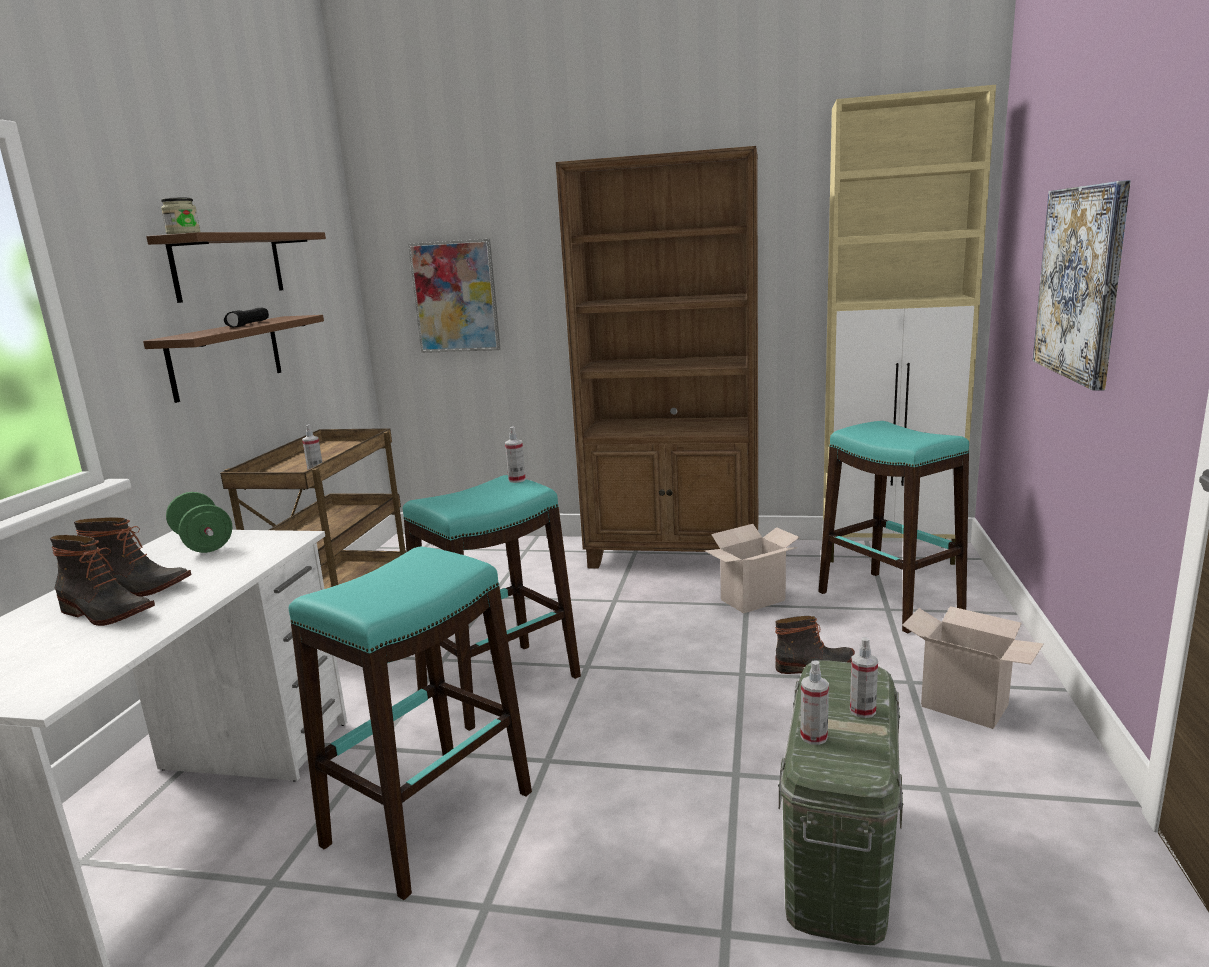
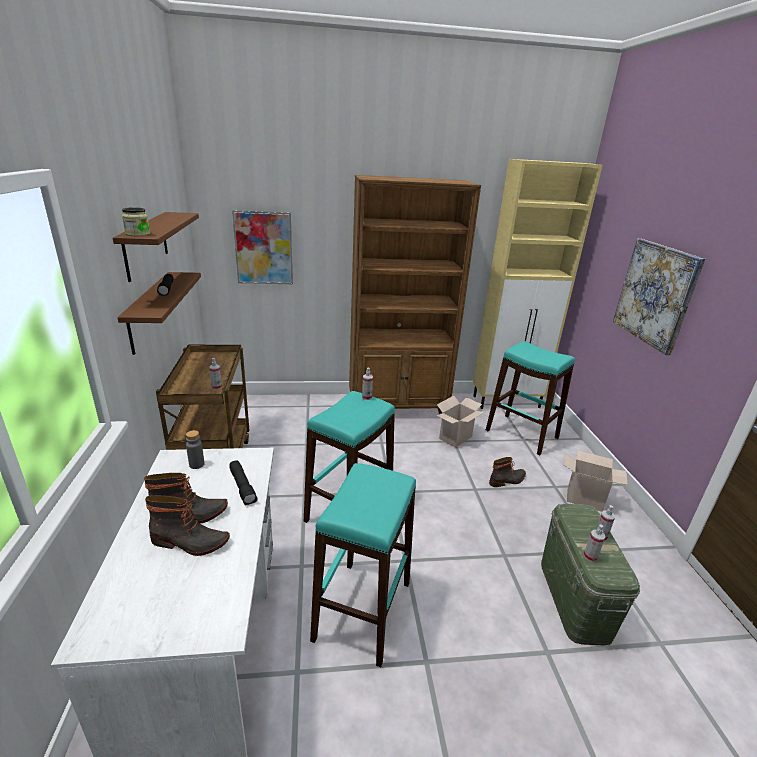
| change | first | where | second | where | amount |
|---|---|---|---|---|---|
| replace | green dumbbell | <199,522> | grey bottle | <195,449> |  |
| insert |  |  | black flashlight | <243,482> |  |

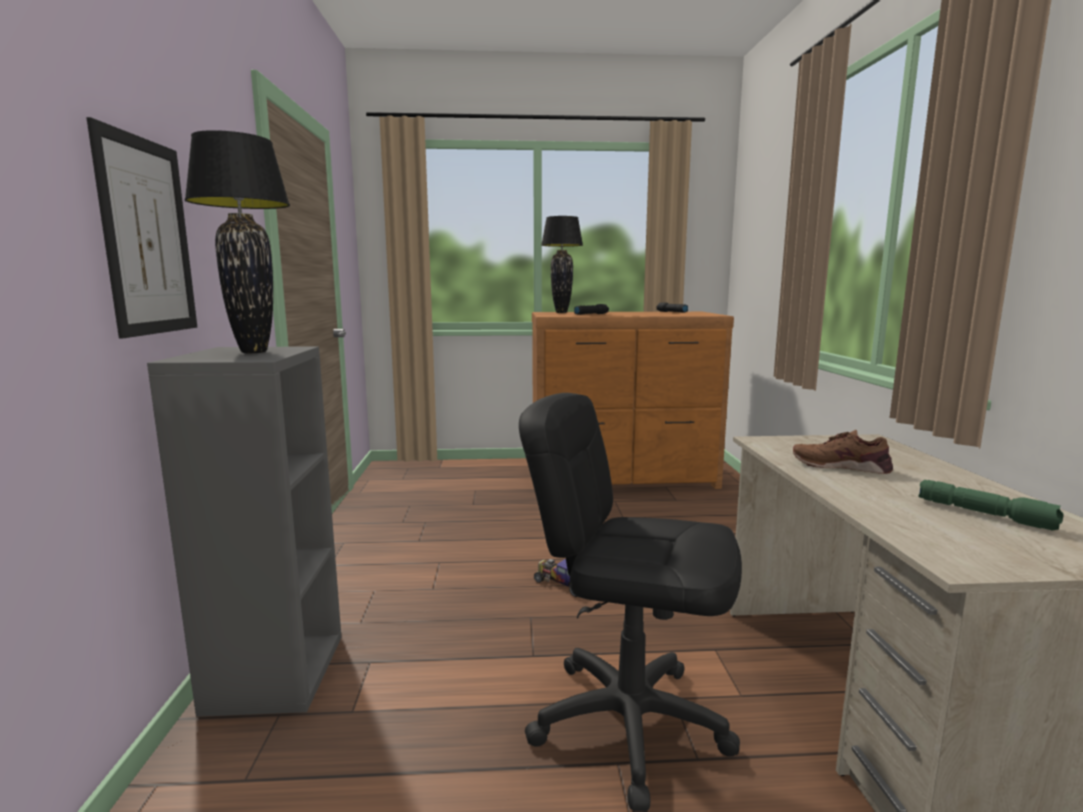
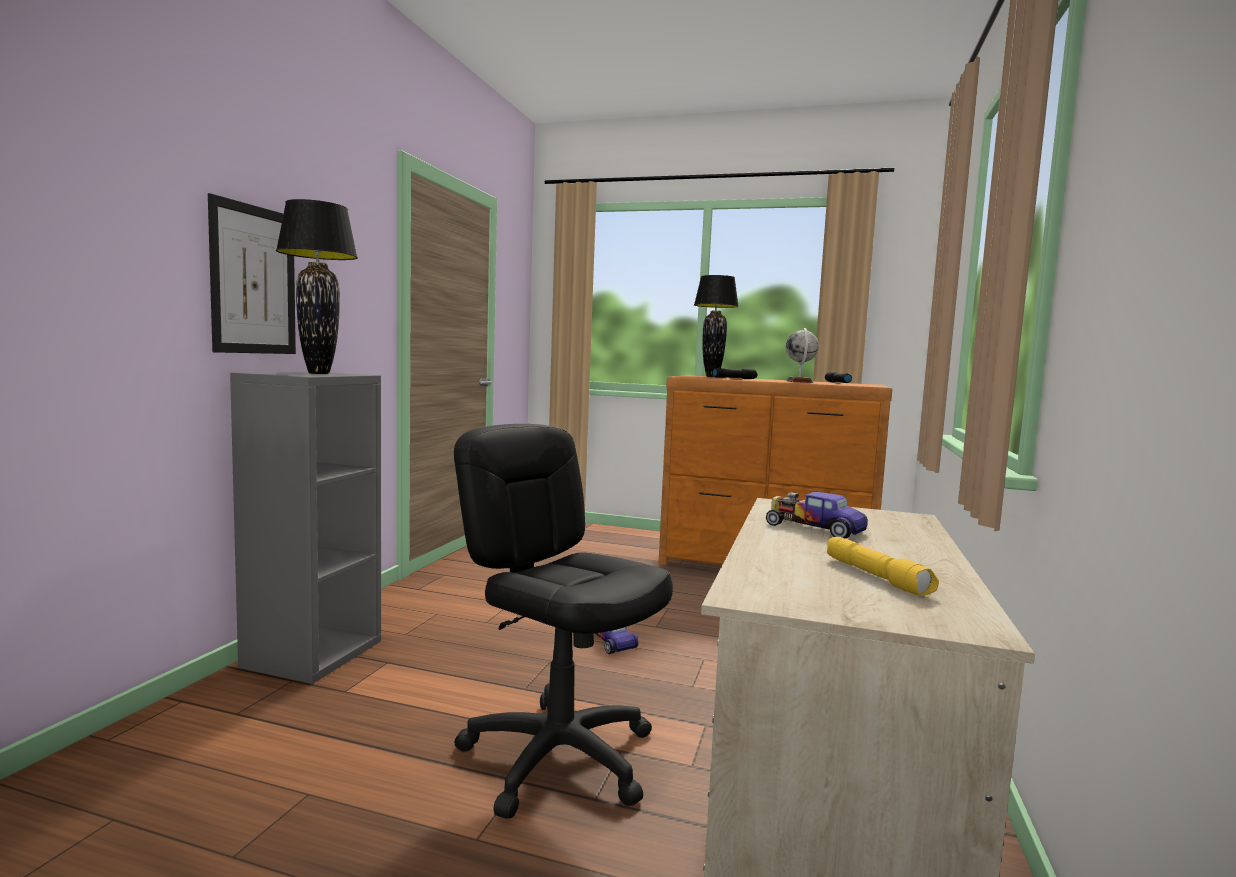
| change | first | where | second | where | amount |
|---|---|---|---|---|---|
| replace | brown shoe | <843,452> | toy car | <817,515> |  |
| recolor | green flashlight | <991,505> | yellow flashlight | <883,566> |  |
| insert |  |  | globe | <802,355> |  |

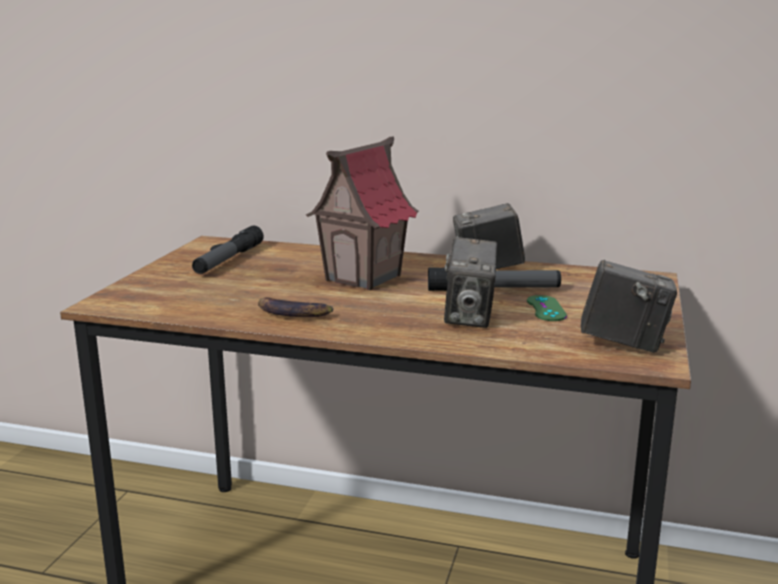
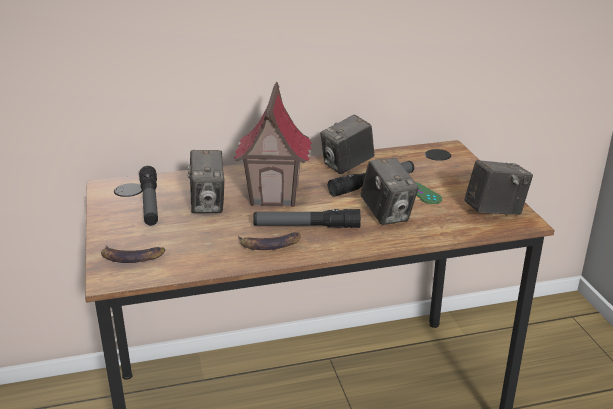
| change | first | where | second | where | amount |
|---|---|---|---|---|---|
| insert |  |  | banana | <133,254> |  |
| insert |  |  | photo camera | <205,181> |  |
| insert |  |  | flashlight | <307,218> |  |

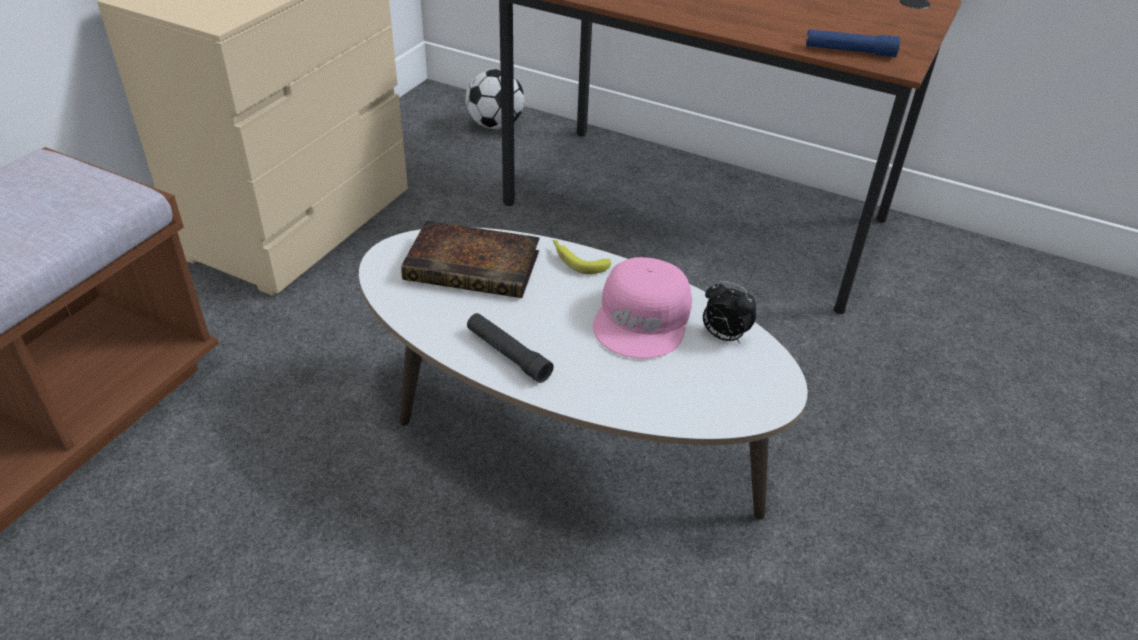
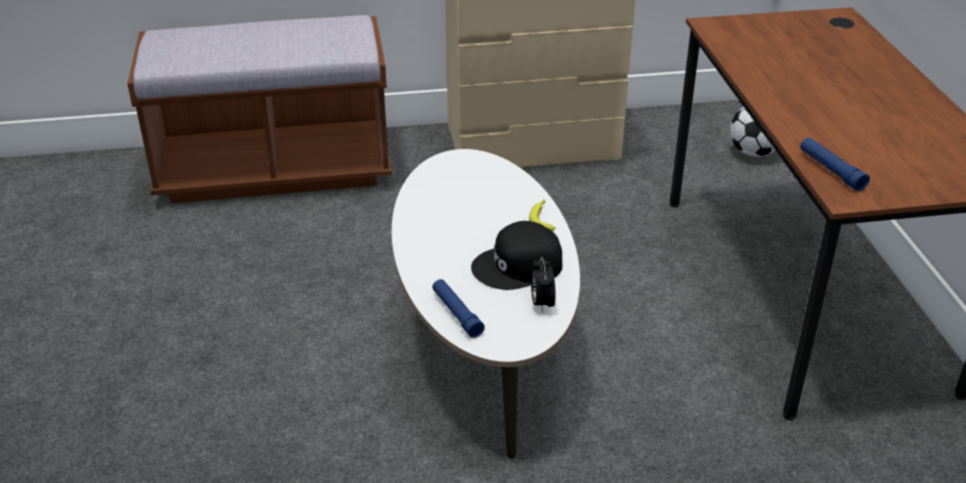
| change | first | where | second | where | amount |
|---|---|---|---|---|---|
| delete | book | <470,259> |  |  |  |
| delete | black flashlight | <510,348> |  |  |  |
| recolor | pink cap | <642,308> | black cap | <516,255> |  |
| insert |  |  | blue flashlight | <458,308> |  |

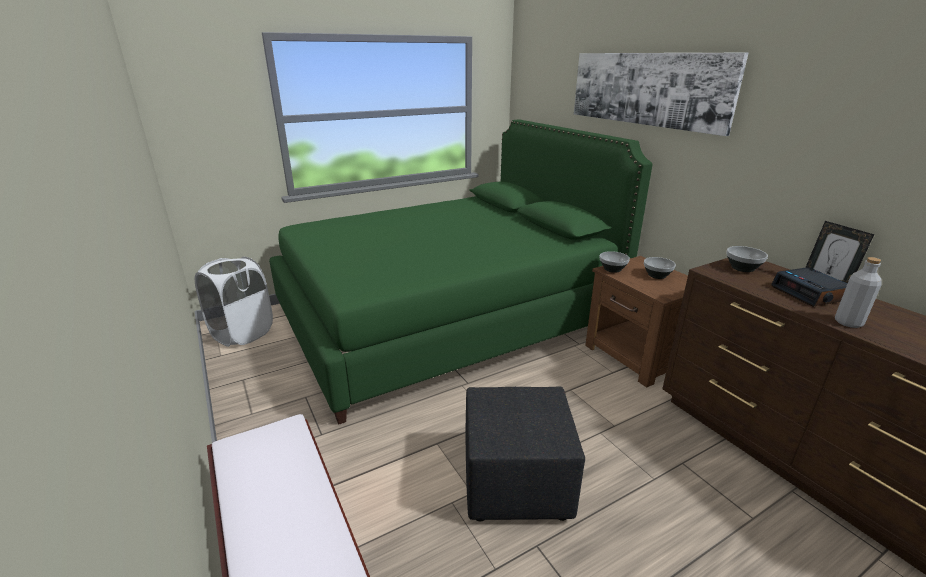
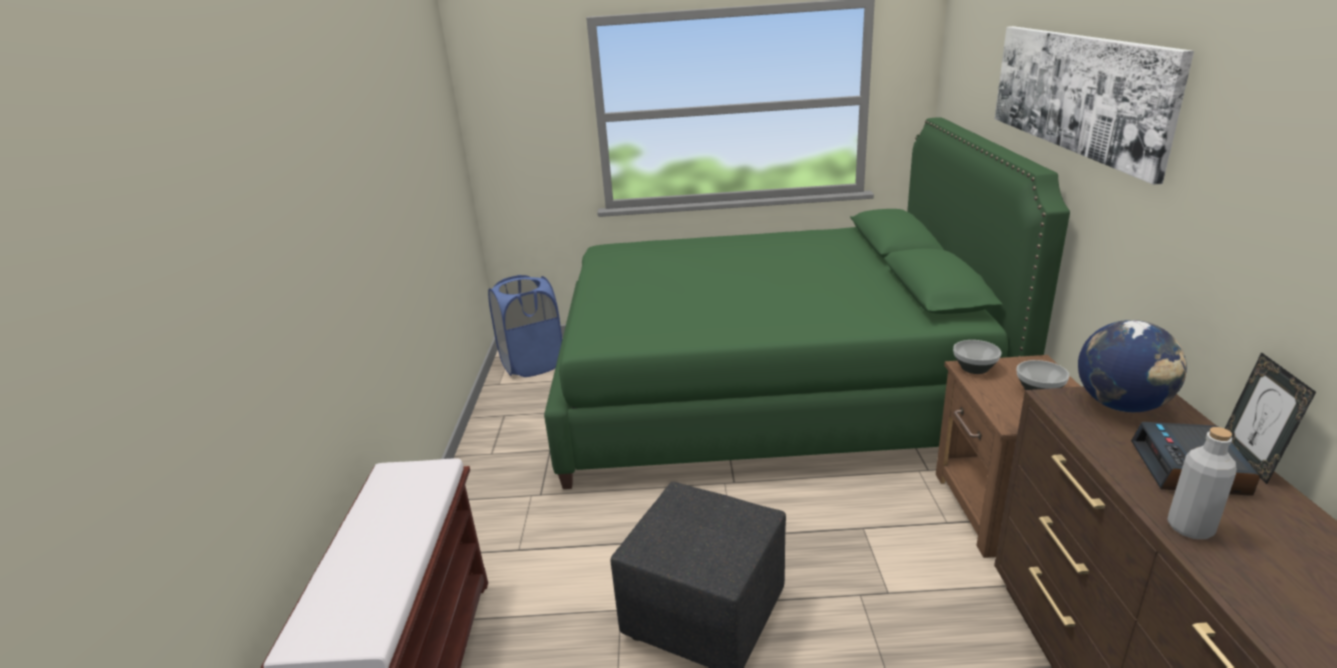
| change | first | where | second | where | amount |
|---|---|---|---|---|---|
| recolor | white laundry basket | <234,302> | blue laundry basket | <525,326> |  |
| replace | bowl | <747,259> | globe | <1132,366> |  |

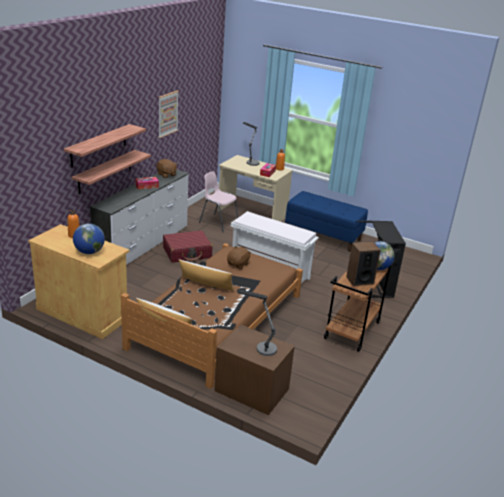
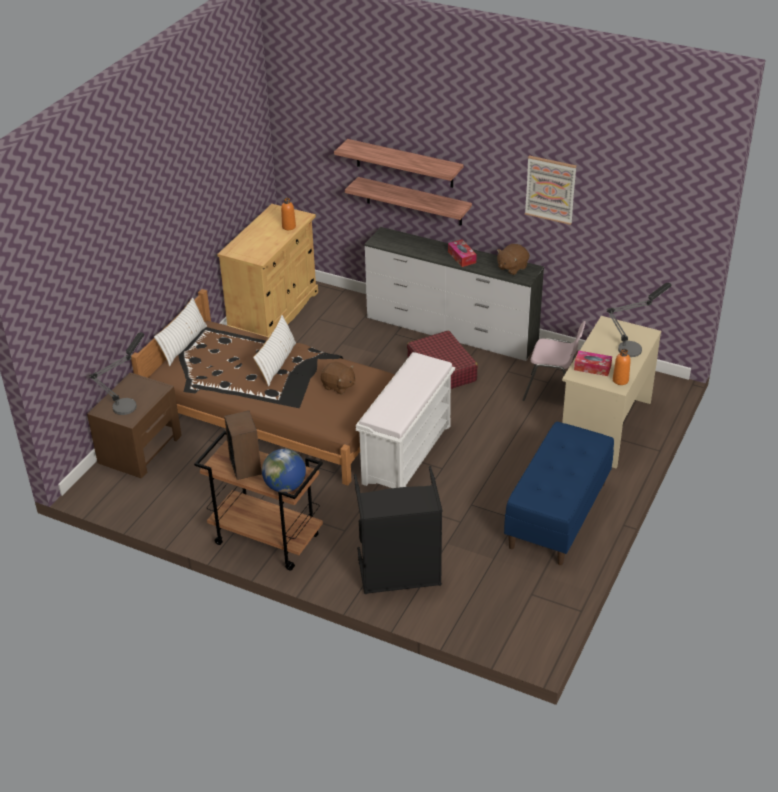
| change | first | where | second | where | amount |
|---|---|---|---|---|---|
| delete | globe | <89,238> |  |  |  |
| rotate | pink chair | <218,201> |  | <554,361> | 75 degrees clockwise |

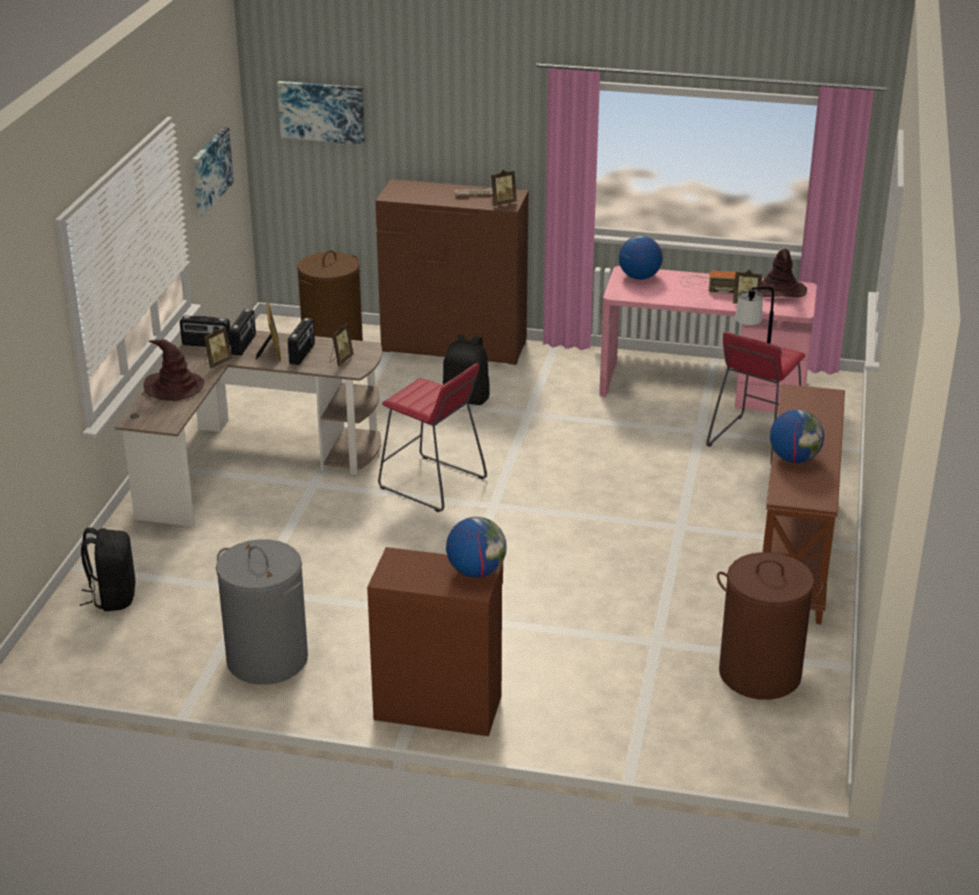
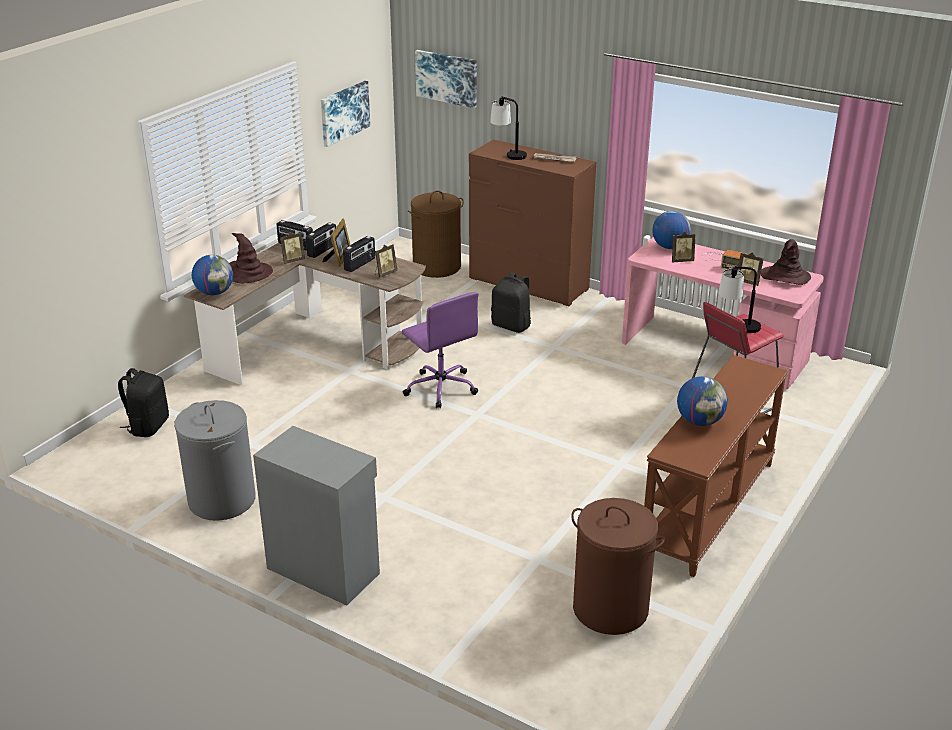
| change | first | where | second | where | amount |
|---|---|---|---|---|---|
| recolor | brown cabinet | <435,641> | grey cabinet | <316,515> |  |
| replace | red stool | <432,437> | purple office chair | <439,350> |  |
| move | globe | <476,547> |  | <212,275> |  |
| move | picture frame | <504,187> |  | <684,247> |  |
| insert |  |  | table lamp | <508,128> |  |

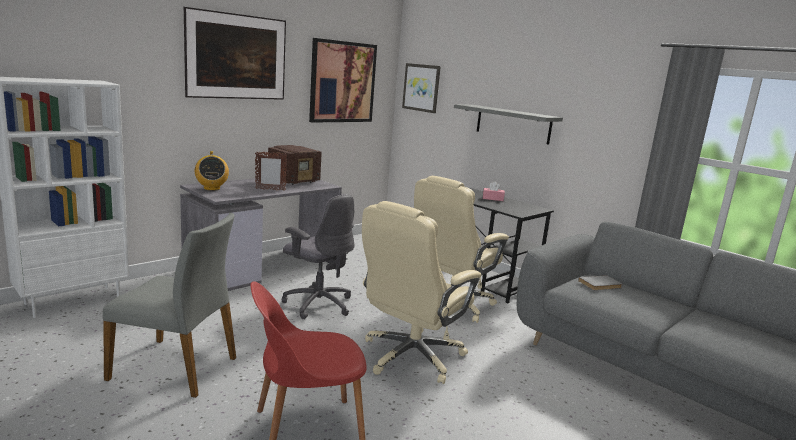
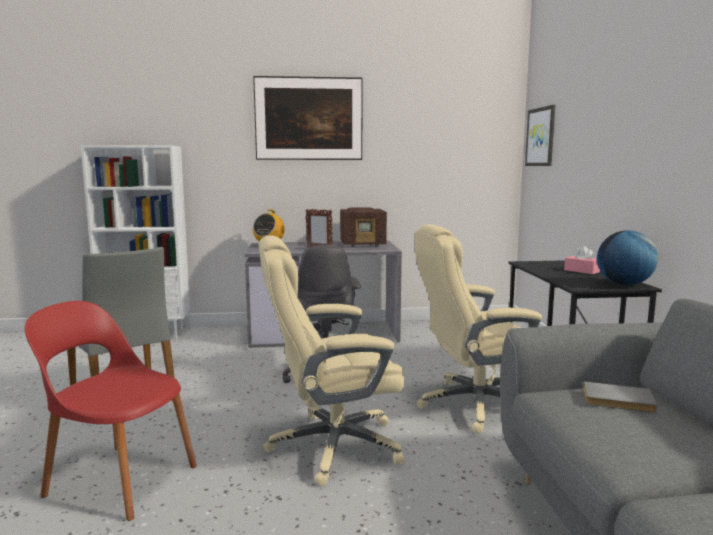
| change | first | where | second | where | amount |
|---|---|---|---|---|---|
| delete | picture | <343,80> |  |  |  |
| delete | grey shelf | <508,124> |  |  |  |
| insert |  |  | globe | <628,258> |  |

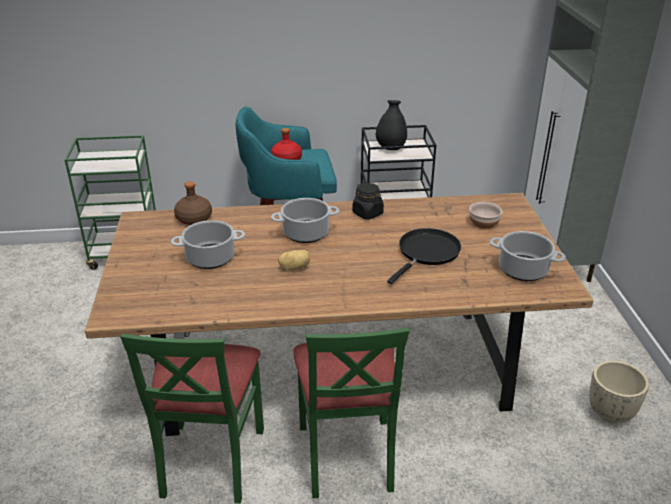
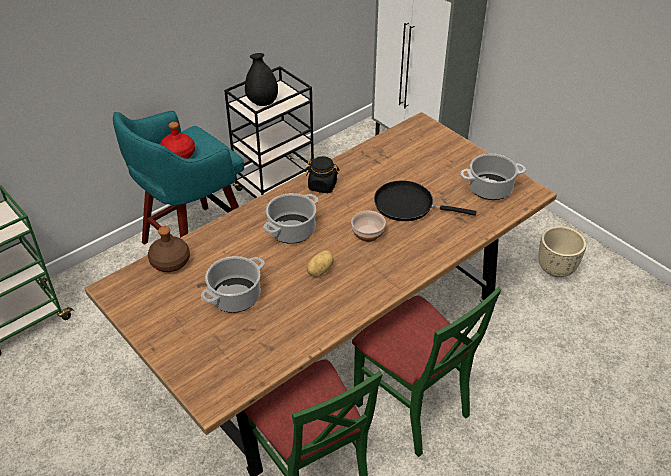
| change | first | where | second | where | amount |
|---|---|---|---|---|---|
| rotate | black frying pan | <424,256> |  | <425,201> | 75 degrees counterclockwise |
| move | bowl | <485,215> |  | <368,226> |  |

